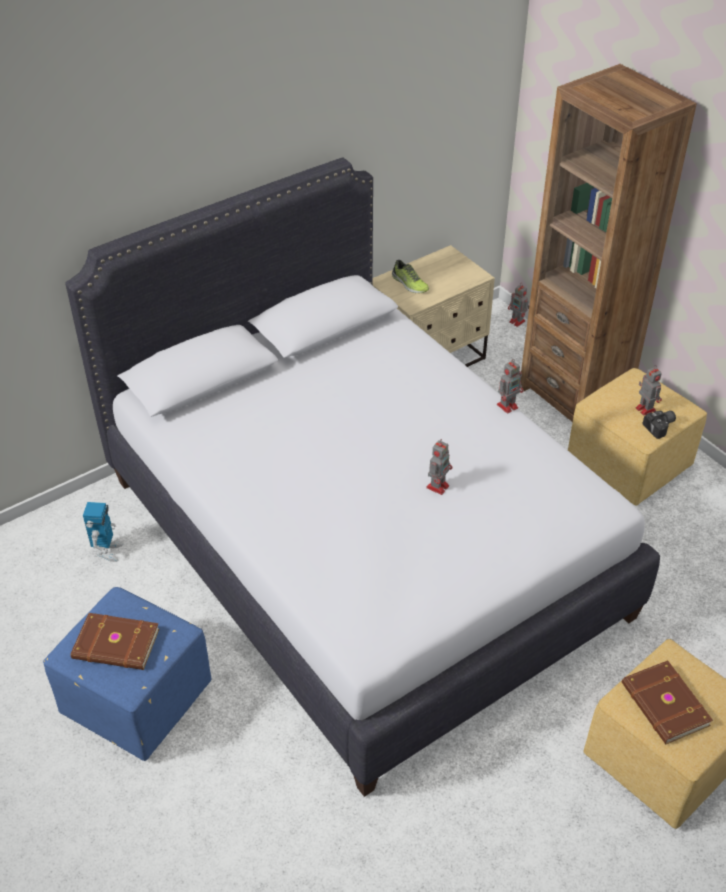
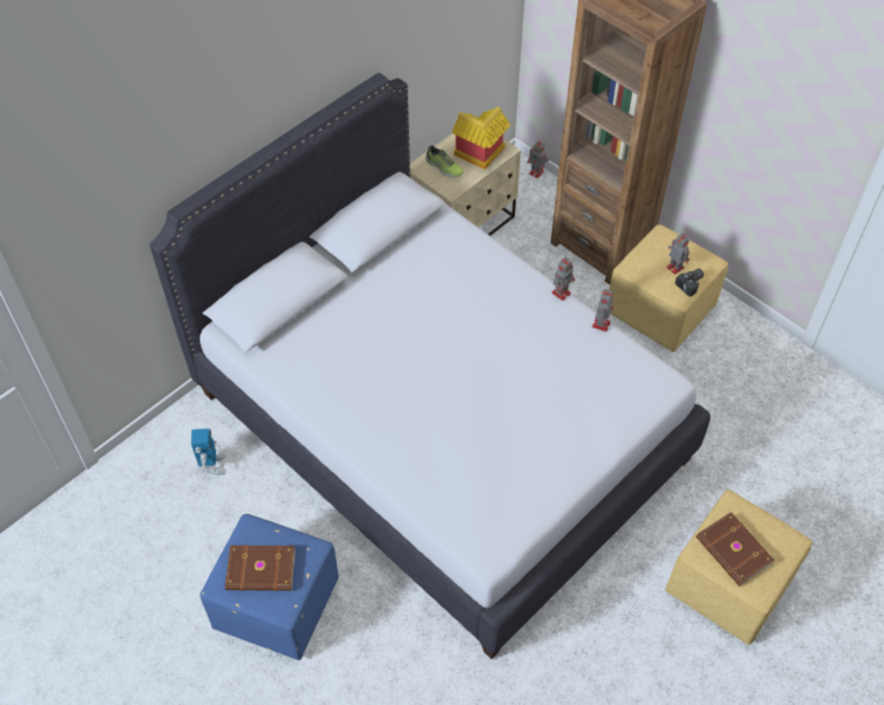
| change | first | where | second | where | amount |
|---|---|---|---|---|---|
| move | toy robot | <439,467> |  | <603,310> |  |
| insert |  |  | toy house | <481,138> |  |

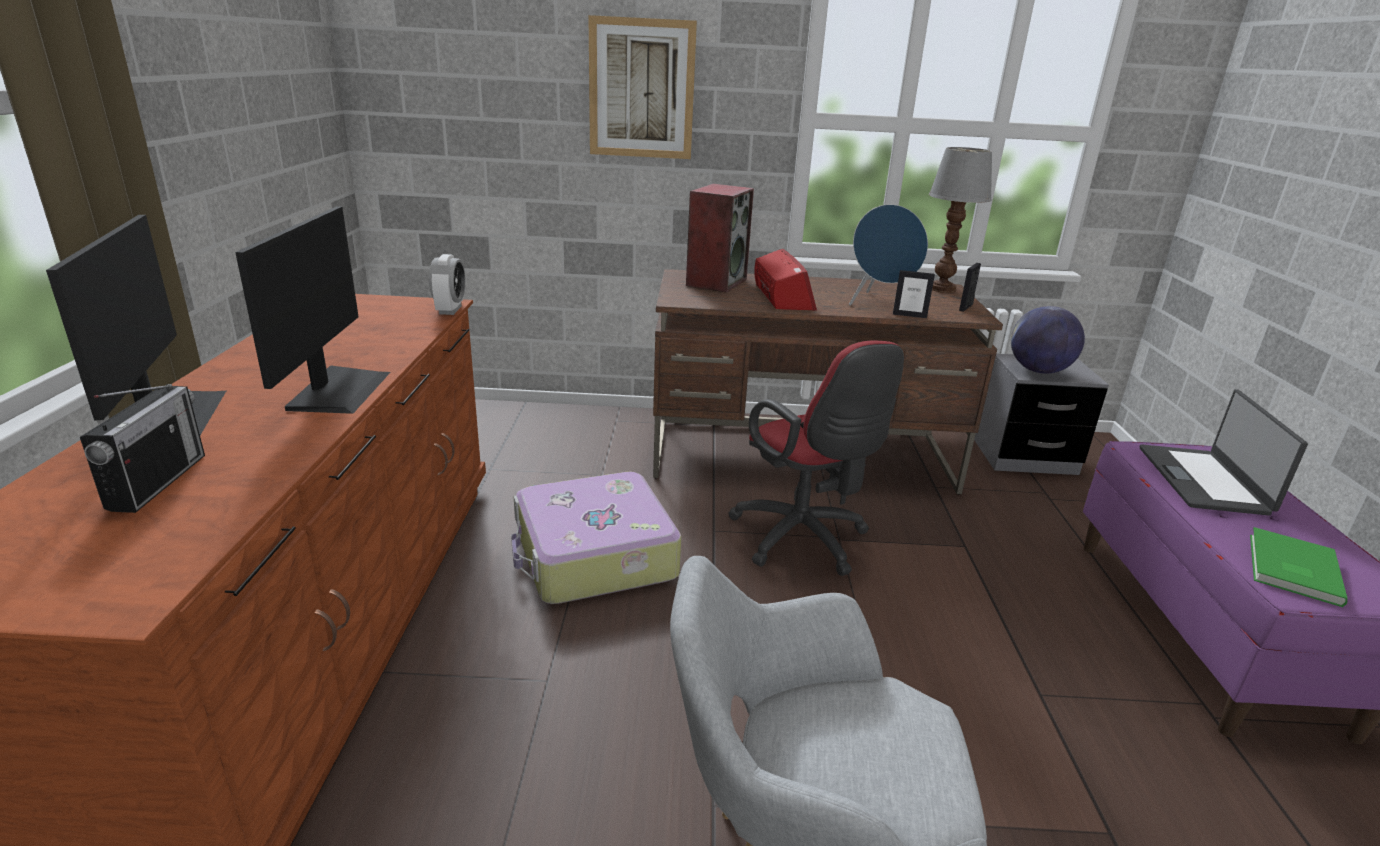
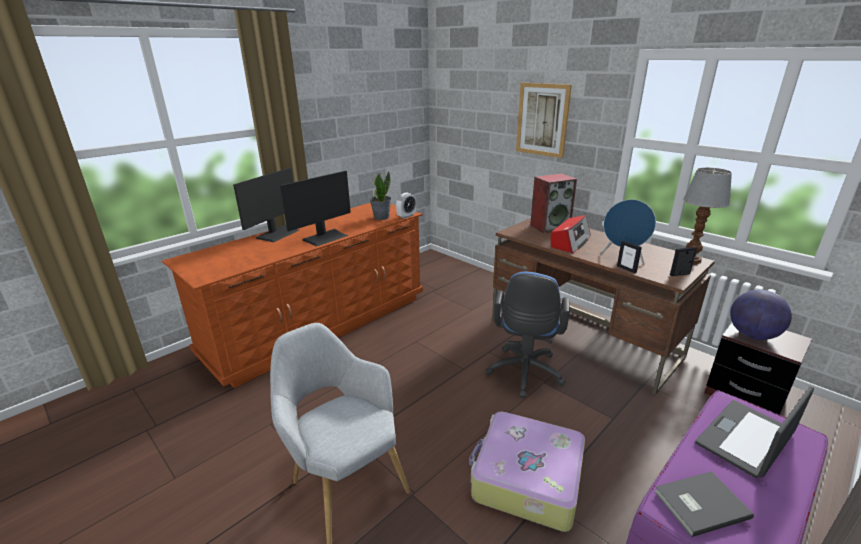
| change | first | where | second | where | amount |
|---|---|---|---|---|---|
| delete | radio | <142,448> |  |  |  |
| move | suitcase | <596,538> |  | <527,471> |  |
| recolor | red office chair | <816,458> | blue office chair | <527,335> |  |
| recolor | grey nightstand | <1041,414> | brown nightstand | <758,369> |  |
| recolor | green book | <1299,567> | grey book | <704,504> |  |
| insert |  |  | potted plant | <380,195> |  |

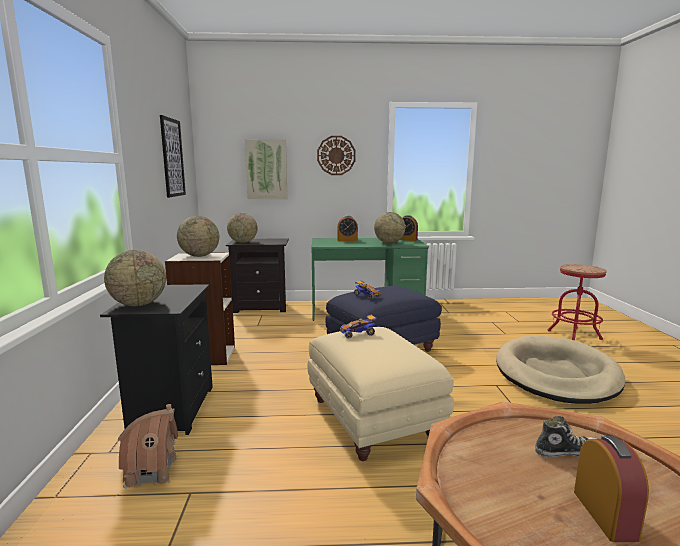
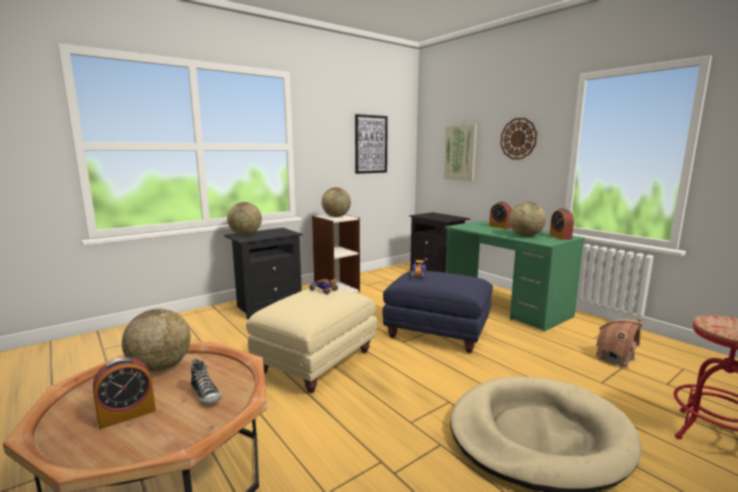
| change | first | where | second | where | amount |
|---|---|---|---|---|---|
| move | toy house | <148,446> |  | <620,343> |  |
| move | globe | <242,228> |  | <156,340> |  |

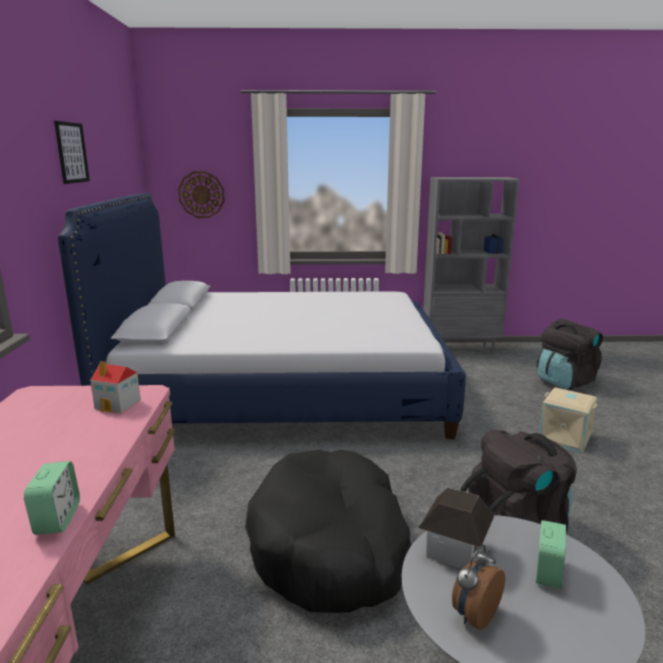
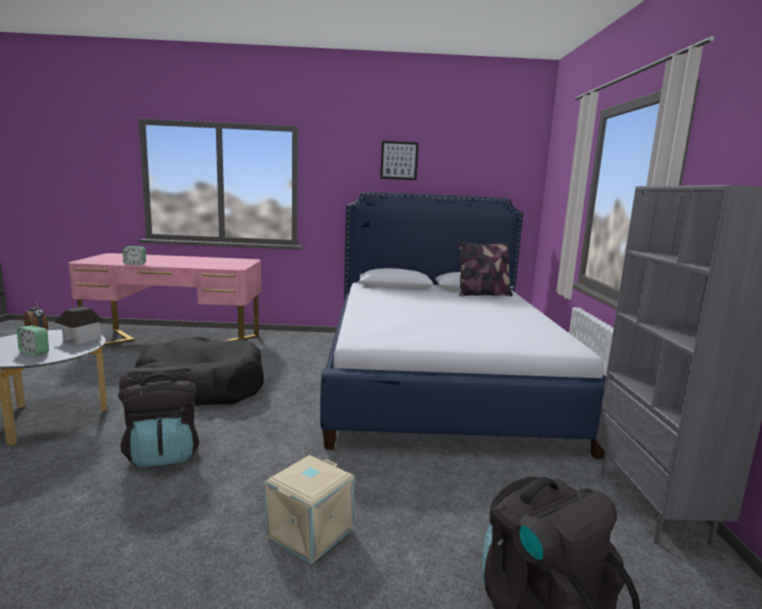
| change | first | where | second | where | amount |
|---|---|---|---|---|---|
| delete | toy house | <115,387> |  |  |  |
| delete | wall clock | <201,194> |  |  |  |
| insert |  |  | pillow | <485,268> |  |

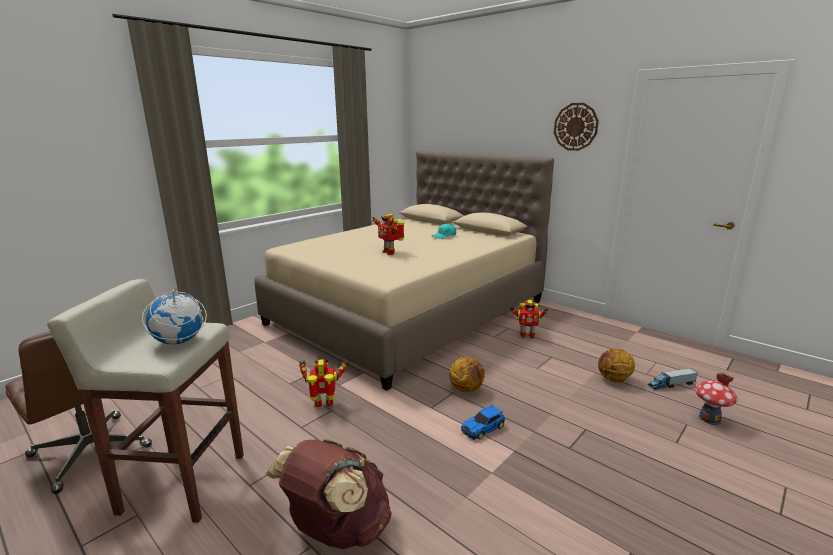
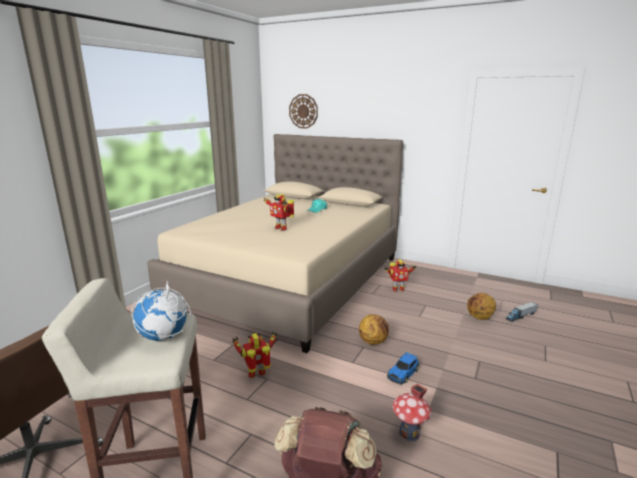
| change | first | where | second | where | amount |
|---|---|---|---|---|---|
| move | wall clock | <576,127> |  | <303,111> |  |
| move | toy house | <716,399> |  | <412,413> |  |

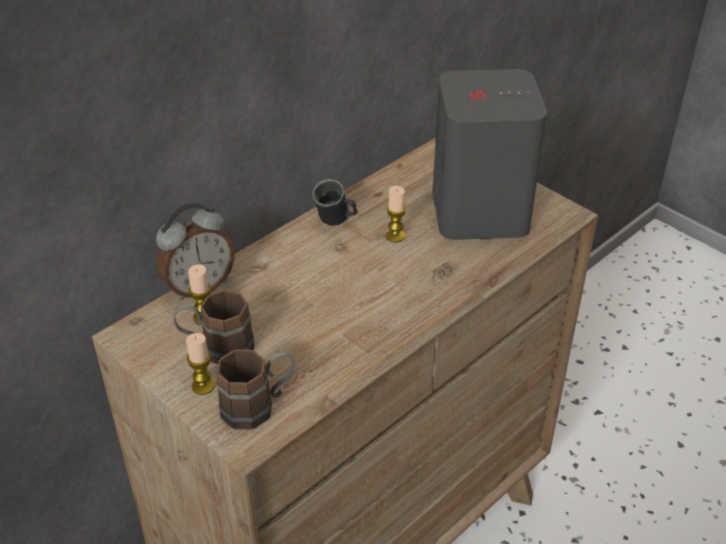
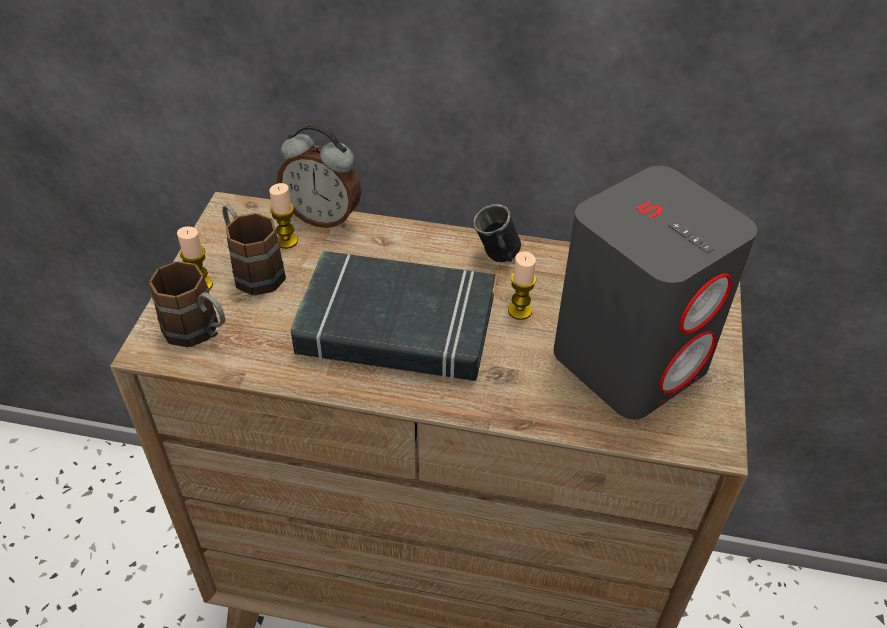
| change | first | where | second | where | amount |
|---|---|---|---|---|---|
| insert |  |  | black book | <392,316> |  |

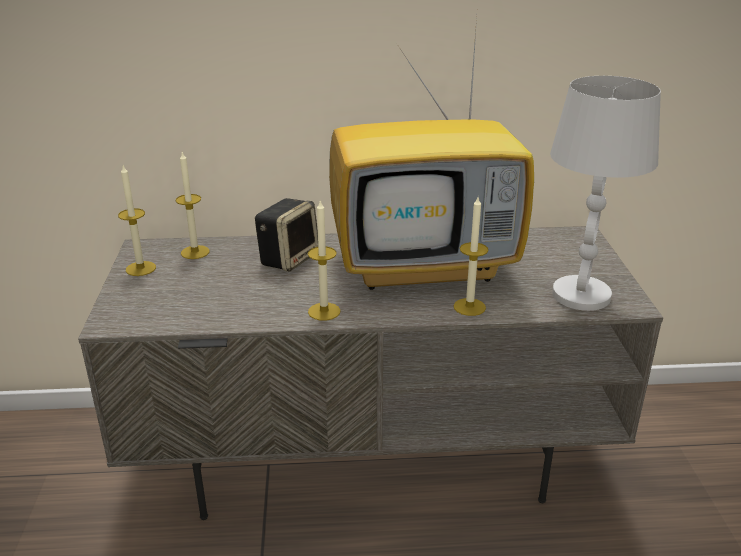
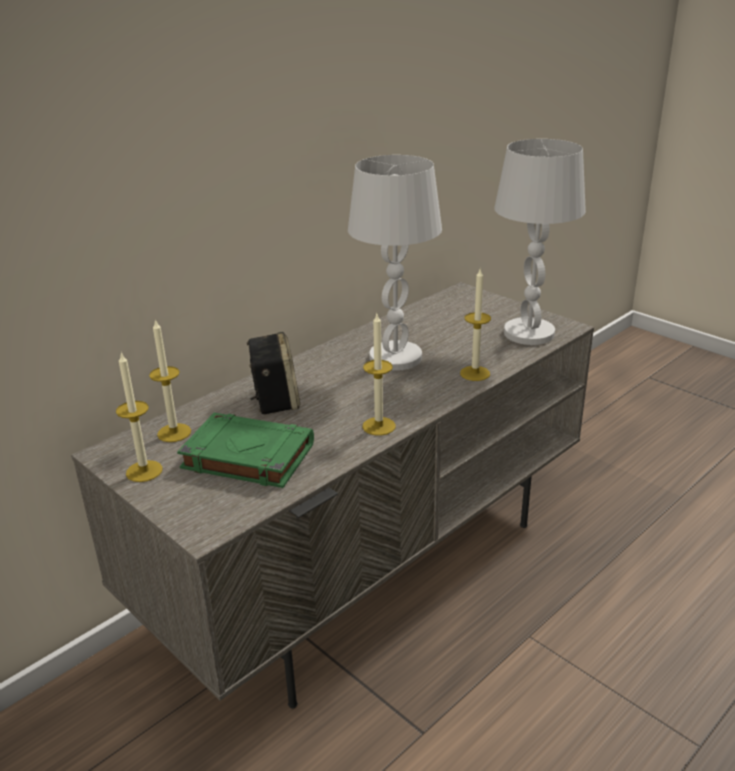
| change | first | where | second | where | amount |
|---|---|---|---|---|---|
| replace | television | <431,154> | white table lamp | <395,263> |  |
| insert |  |  | green book | <245,450> |  |

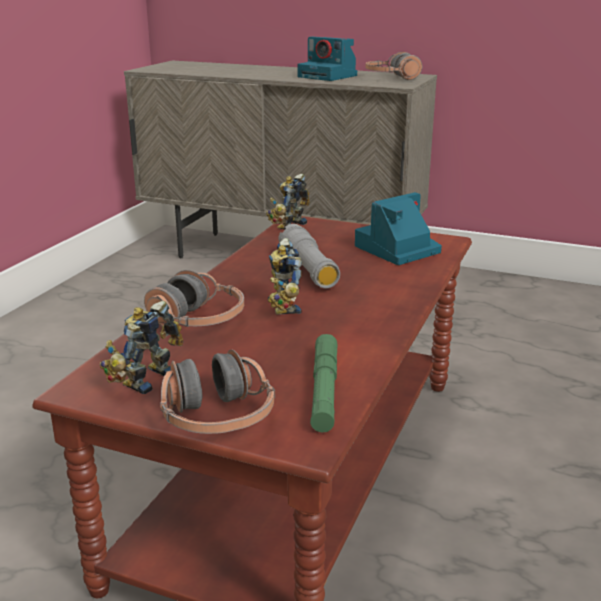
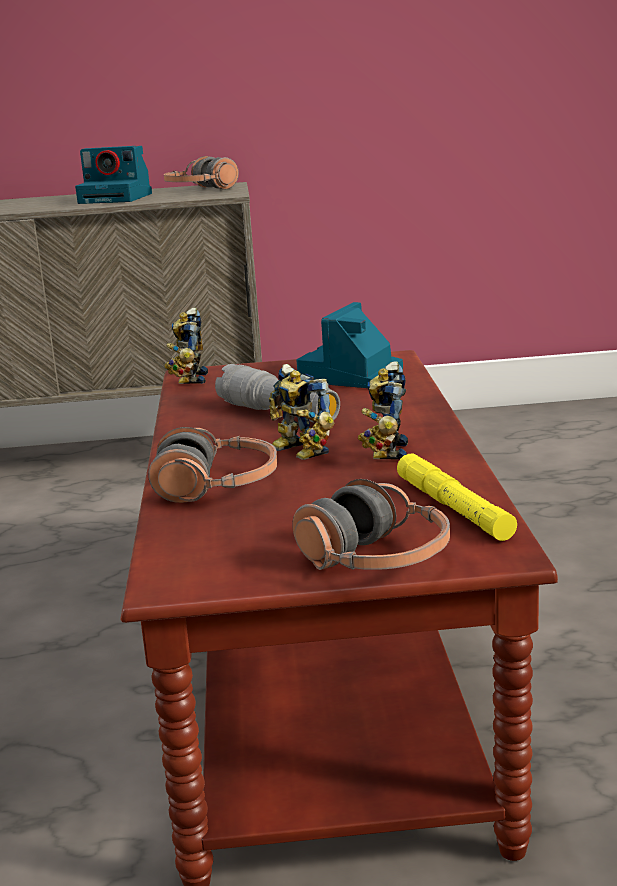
| change | first | where | second | where | amount |
|---|---|---|---|---|---|
| move | toy robot | <142,347> |  | <383,410> |  |
| recolor | green flashlight | <323,383> | yellow flashlight | <457,497> |  |

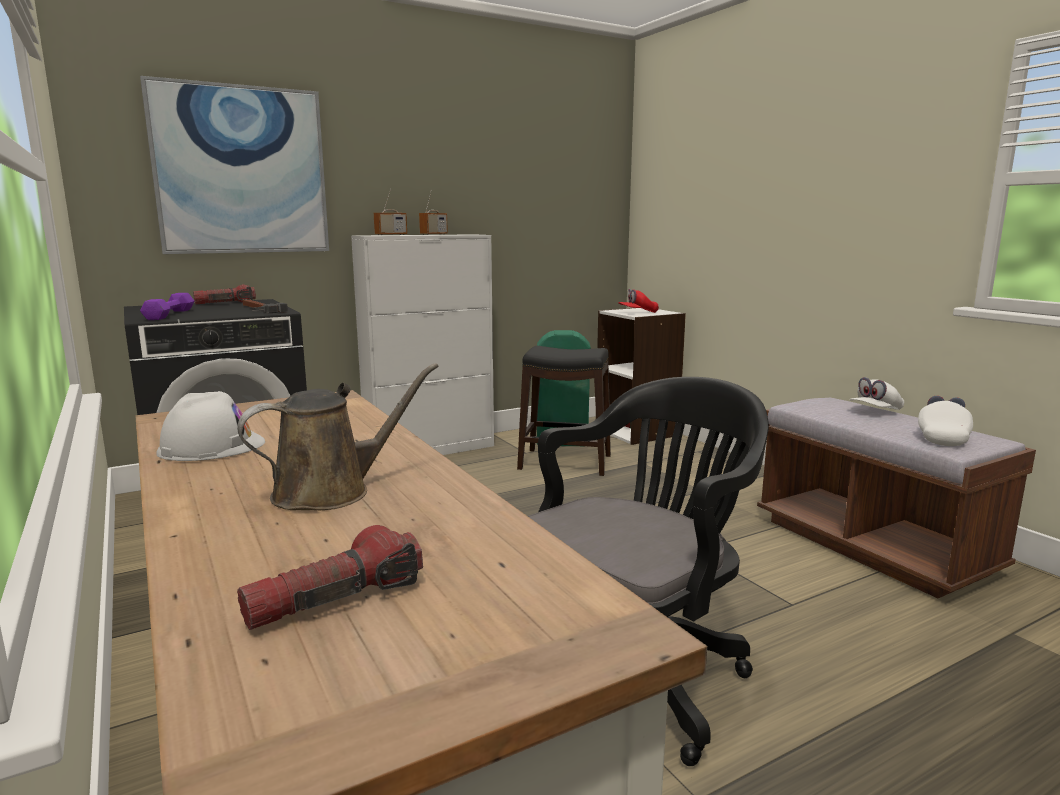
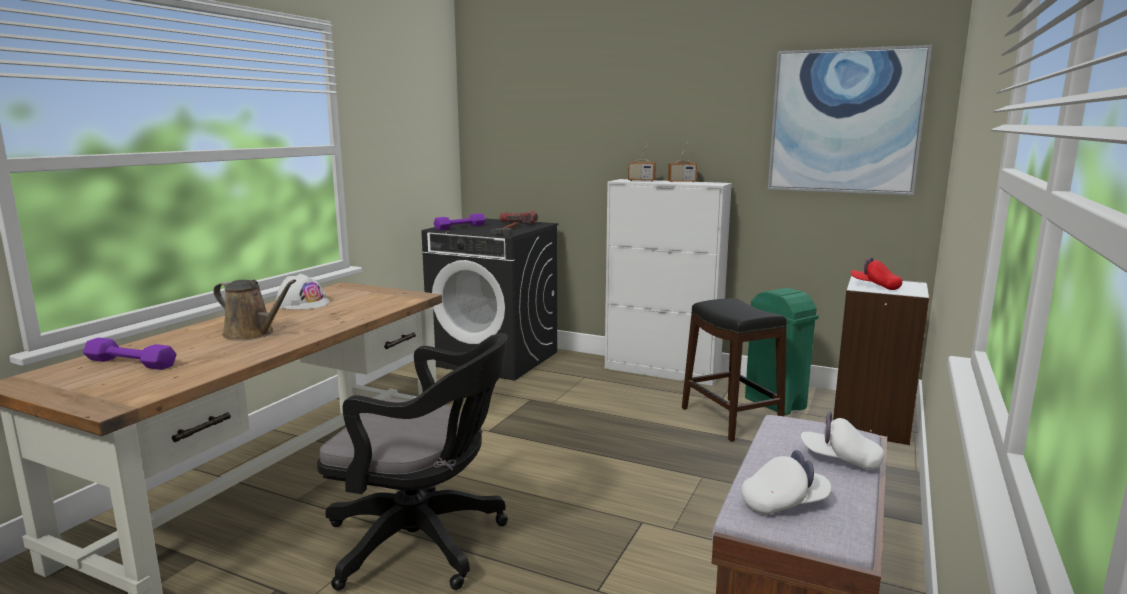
| change | first | where | second | where | amount |
|---|---|---|---|---|---|
| move | picture | <234,165> |  | <850,120> |  |
| replace | flashlight | <330,577> | purple dumbbell | <130,354> |  |

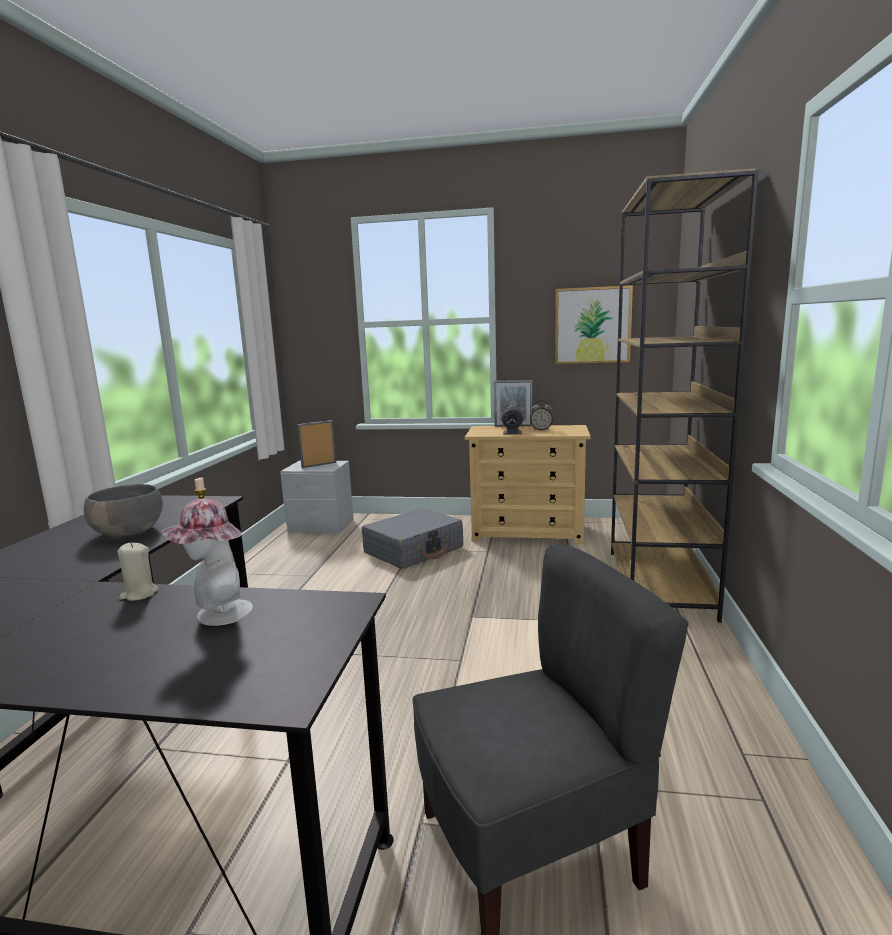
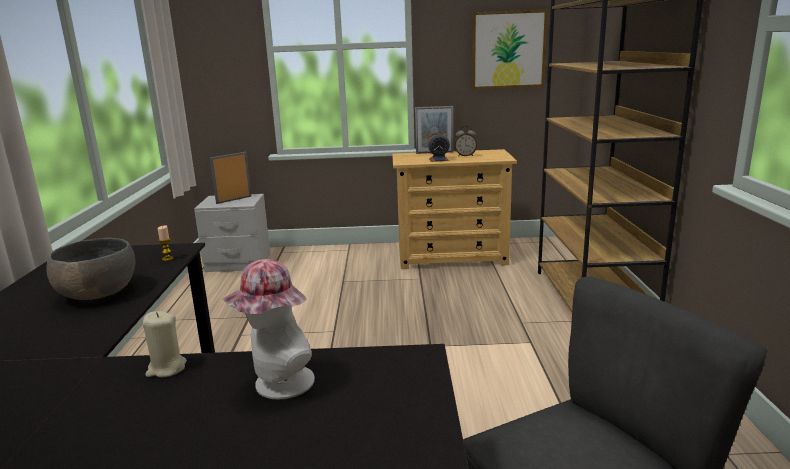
| change | first | where | second | where | amount |
|---|---|---|---|---|---|
| delete | grey suitcase | <412,538> |  |  |  |

